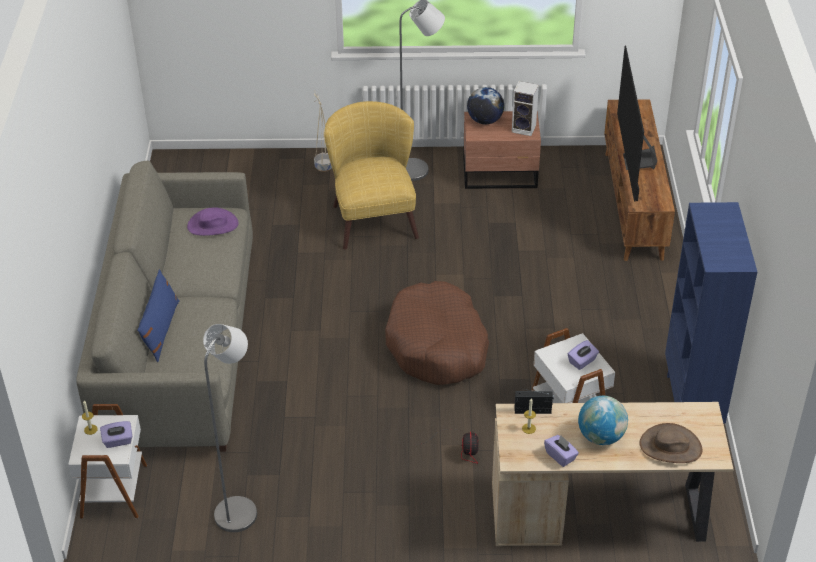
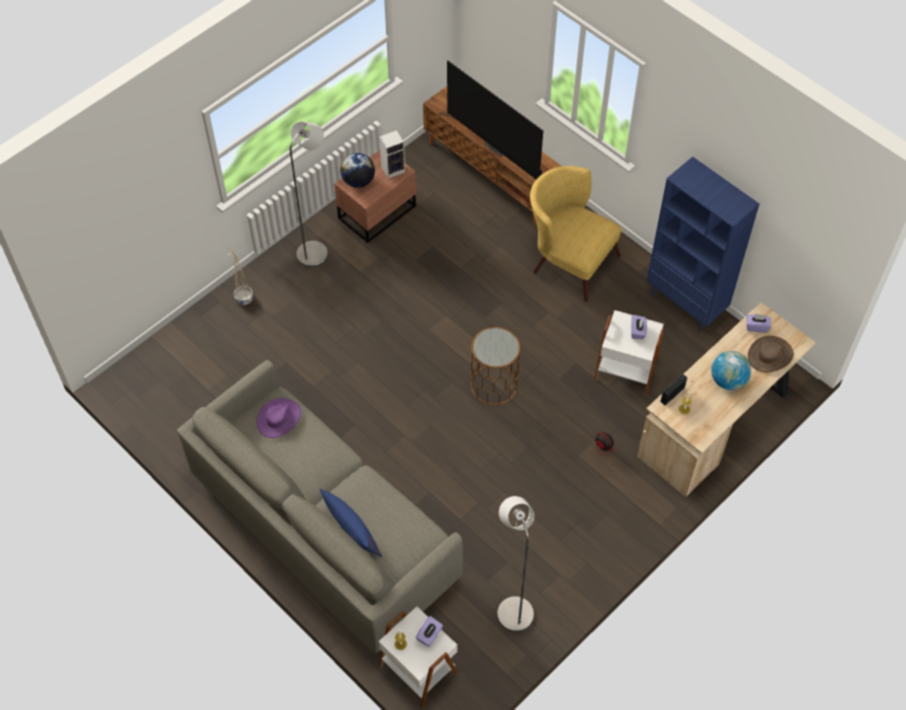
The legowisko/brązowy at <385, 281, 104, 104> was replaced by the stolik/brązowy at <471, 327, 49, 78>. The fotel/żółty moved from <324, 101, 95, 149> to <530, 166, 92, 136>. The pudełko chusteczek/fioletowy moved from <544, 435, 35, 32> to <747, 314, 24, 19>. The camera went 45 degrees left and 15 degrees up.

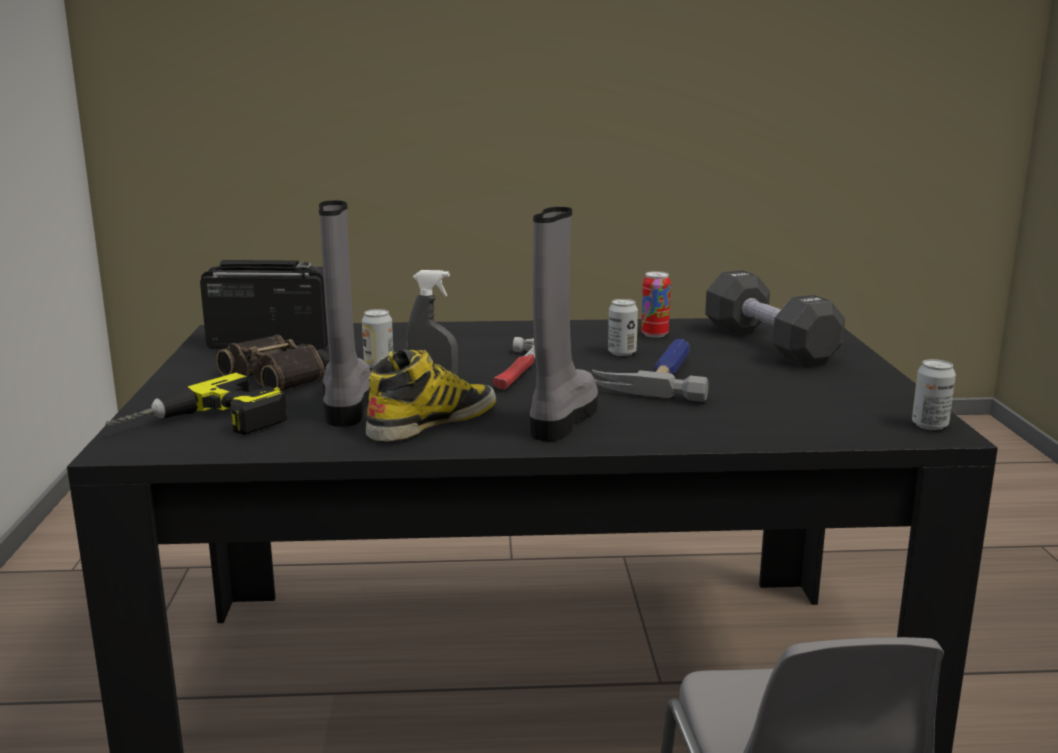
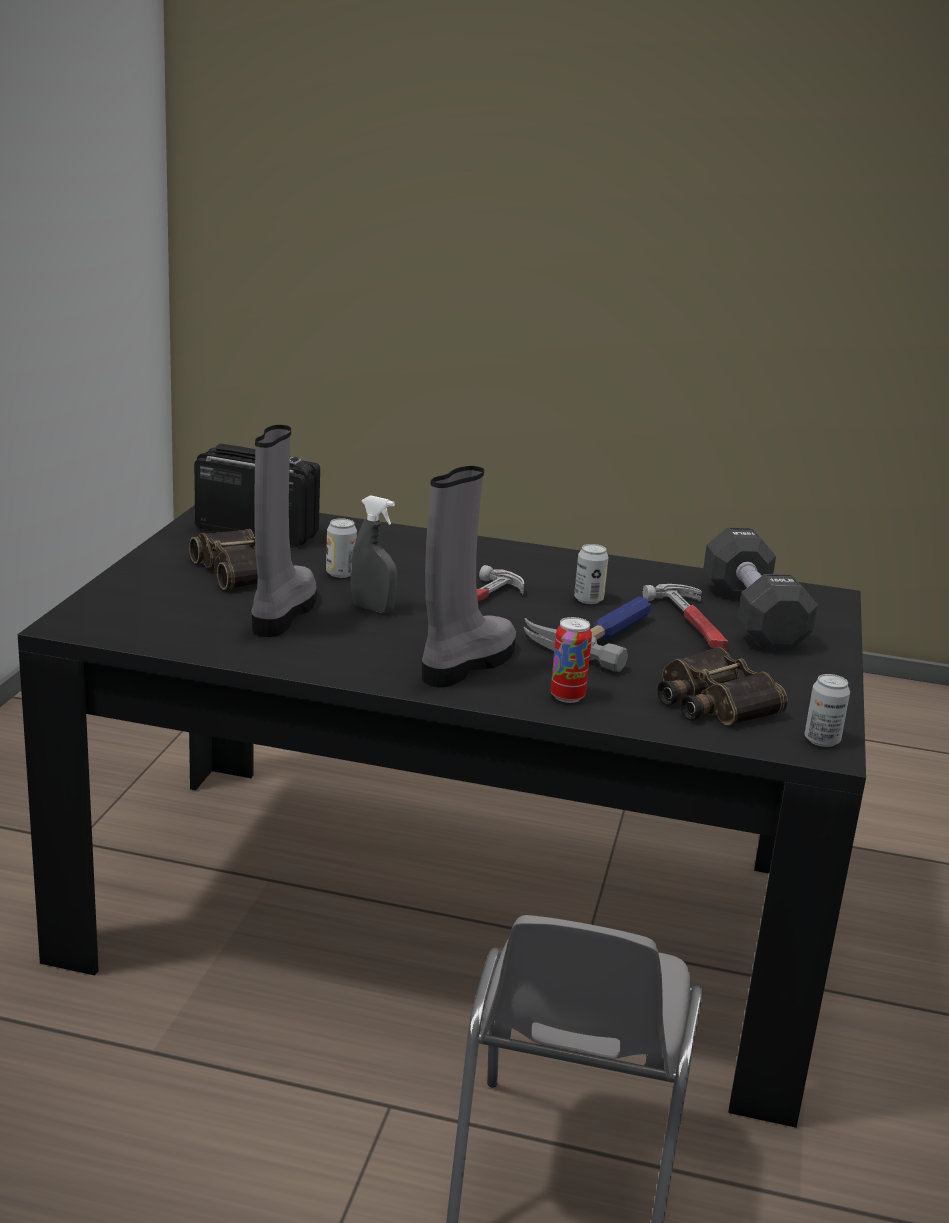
The puszka moved from <641, 271, 30, 67> to <551, 617, 41, 86>. The młotek at <642, 584, 86, 65> appeared. The lornetka at <658, 647, 130, 78> appeared. The wiertarka at <105, 373, 182, 62> disappeared. The but z cholewką at <366, 350, 130, 92> disappeared. The camera went 15 degrees right and 5 degrees up.

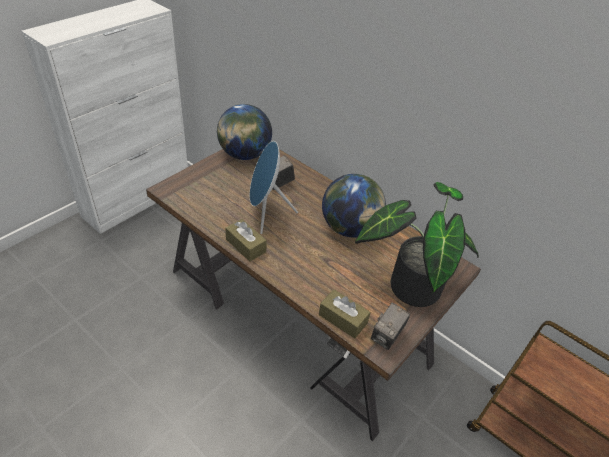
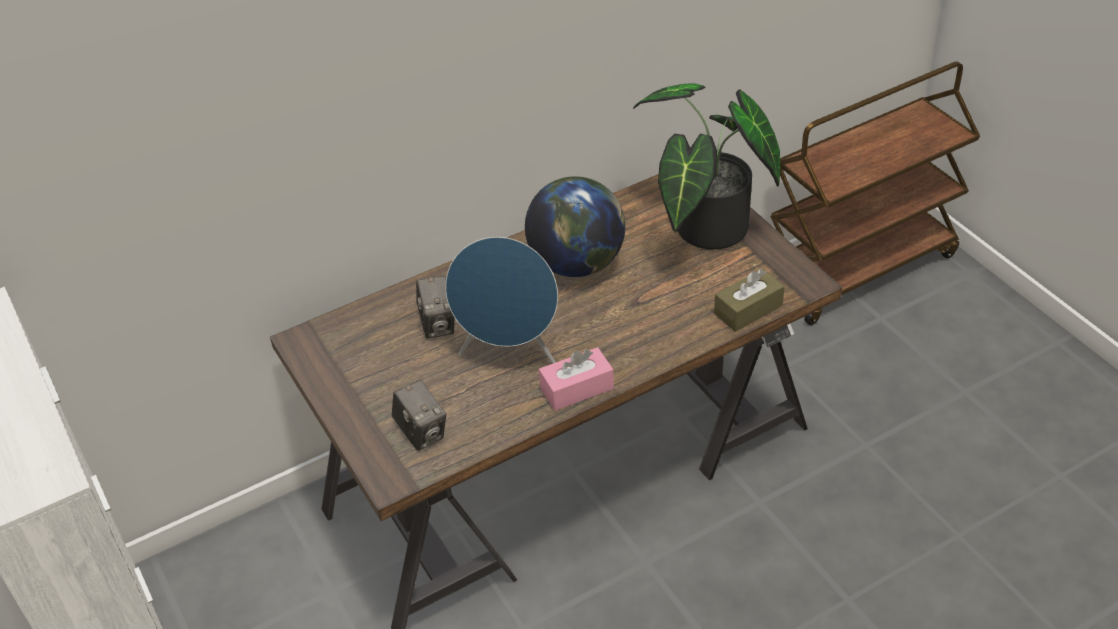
The aparat fotograficzny moved from <371, 302, 39, 48> to <392, 379, 54, 72>. The pudełko chusteczek/brązowy at <225, 219, 42, 43> became the pudełko chusteczek/różowy at <539, 347, 75, 64>. The globus at <217, 104, 55, 56> disappeared. The camera went 65 degrees left and 0 degrees up.

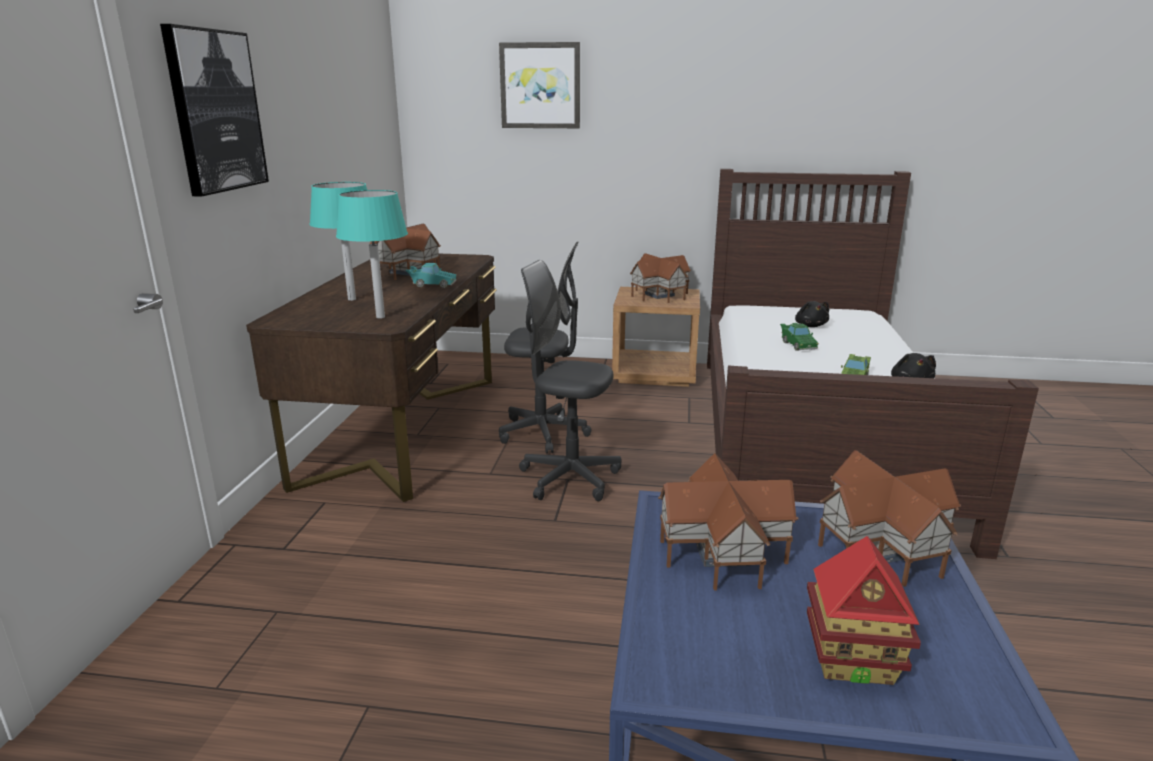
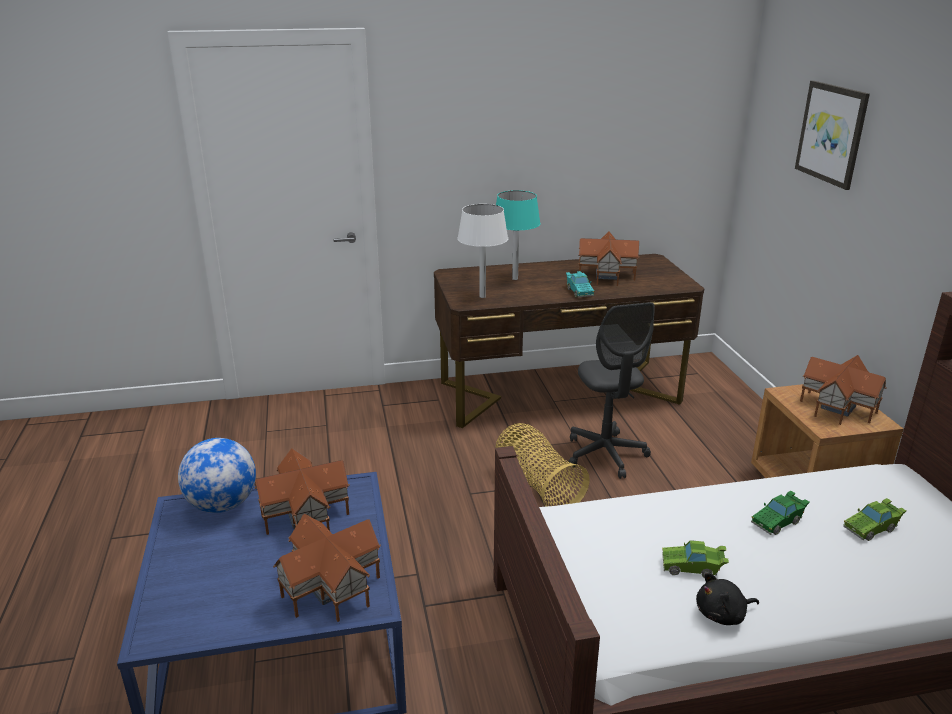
The globus at <178, 438, 78, 75> appeared. The lampa stołowa/turkusowy at <336, 190, 72, 129> became the lampa stołowa/biały at <457, 204, 51, 94>. The krzesło biurowe/szary at <519, 260, 103, 241> was replaced by the koszyk at <495, 423, 95, 84>. The pluszak/czarny at <795, 301, 34, 26> was replaced by the samochodzik/zielony at <843, 498, 63, 43>. The obraz at <160, 24, 109, 173> disappeared. The domek at <807, 536, 114, 149> disappeared. The camera went 70 degrees right and 5 degrees up.

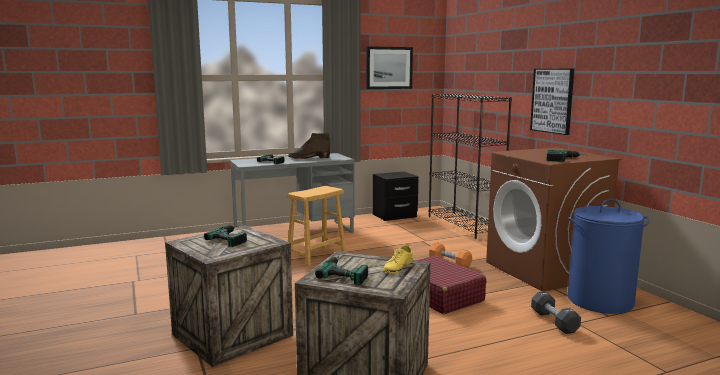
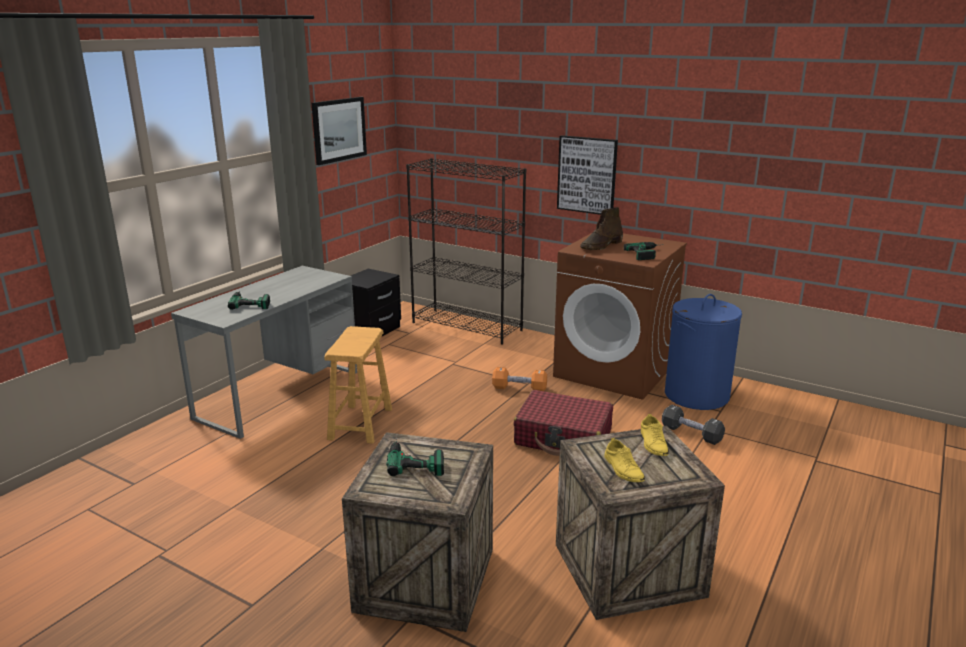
The but z cholewką/brązowy moved from <288, 133, 42, 26> to <580, 207, 43, 43>. The wiertarka at <315, 256, 53, 29> was replaced by the but/żółty at <604, 438, 41, 44>. The camera went 35 degrees left and 10 degrees up.

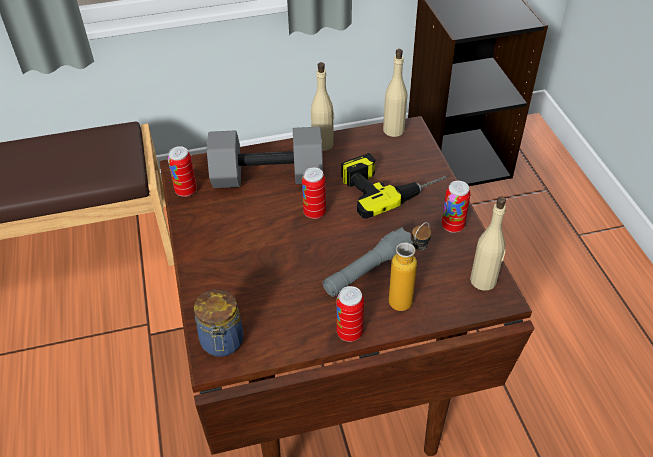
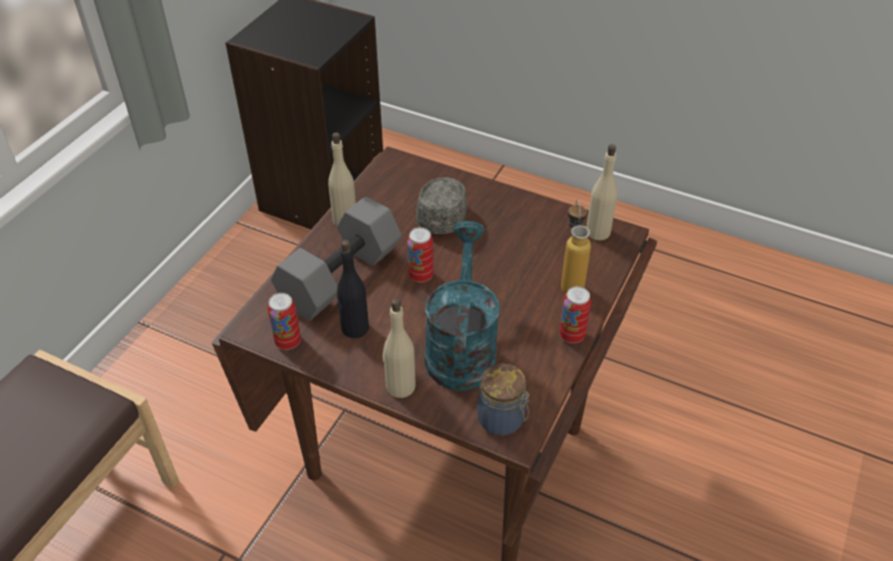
The butelka/czarny at <336, 240, 33, 99> appeared. The butelka/beżowy moved from <383, 49, 24, 88> to <383, 299, 33, 99>. The wiertarka at <342, 153, 105, 66> was replaced by the czapka z daszkiem/szary at <416, 177, 52, 57>. The konewka/turkusowy at <425, 221, 75, 170> appeared. The latarka/szary at <323, 227, 90, 70> disappeared. The puszka at <442, 181, 28, 52> disappeared. The camera went 50 degrees left and 0 degrees up.

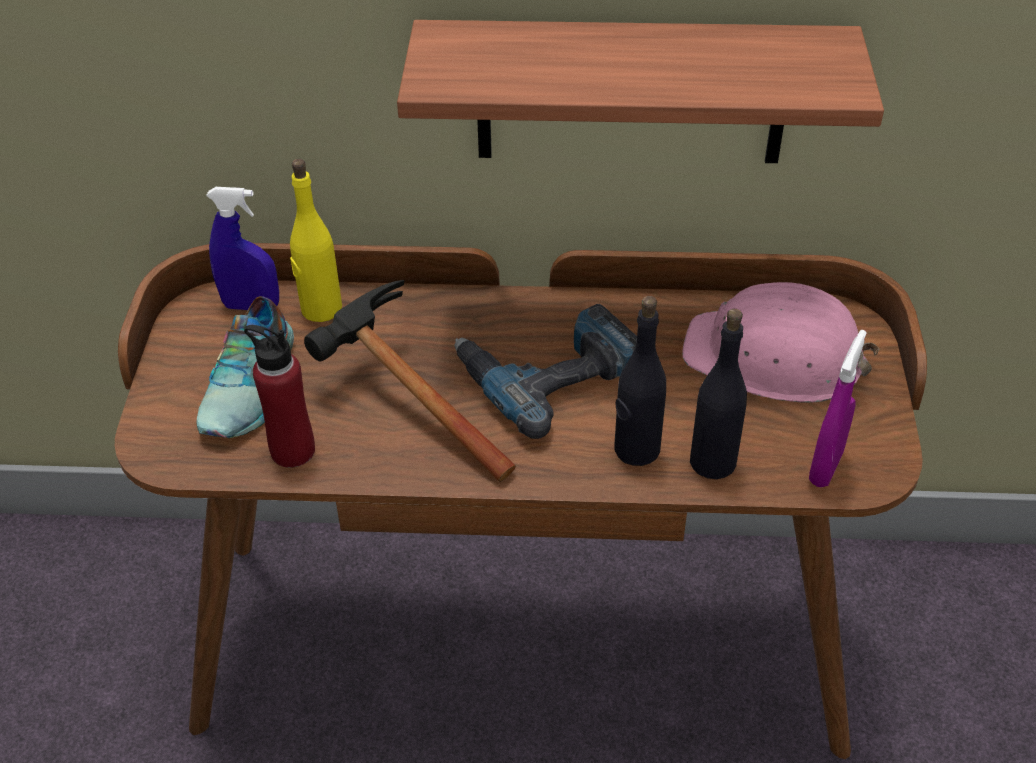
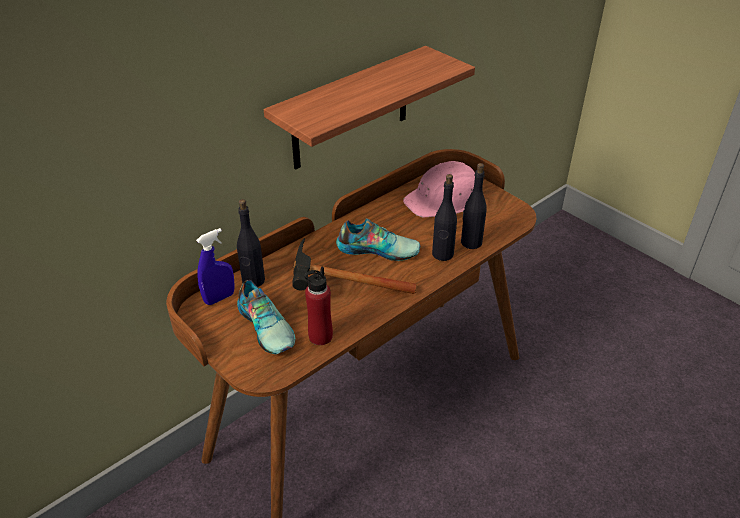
The butelka/żółty at <290, 159, 52, 163> became the butelka/czarny at <237, 199, 28, 88>. The wiertarka at <454, 304, 183, 135> was replaced by the but at <336, 218, 84, 43>. The spryskiwacz/fioletowy at <809, 330, 58, 157> disappeared. The camera went 45 degrees left and 5 degrees down.

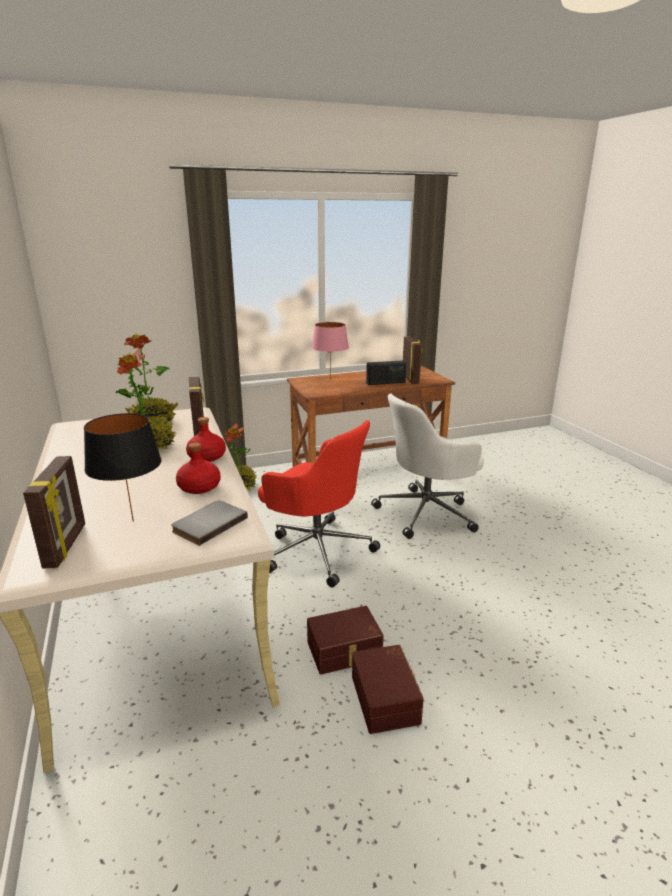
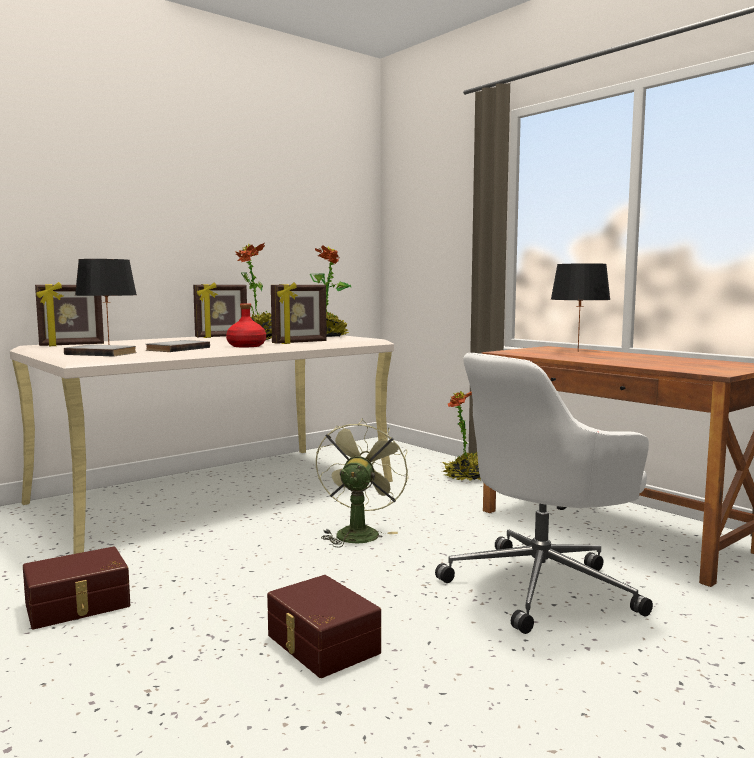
The butelka/czerwony at <176, 443, 45, 51> was replaced by the książka/szary at <146, 340, 64, 12>. The ramka na zdjęcie moved from <403, 336, 20, 48> to <193, 283, 54, 55>. The pojemnik do przechowywania/brązowy moved from <307, 606, 77, 69> to <267, 575, 114, 103>. The krzesło biurowe/czerwony at <258, 420, 122, 167> was replaced by the wentylator/zielony at <316, 419, 93, 129>. The krzesło biurowe/biały at <371, 394, 113, 145> turned 75 degrees counterclockwise. The lampa stołowa/różowy at <312, 322, 37, 58> became the lampa stołowa/czarny at <551, 263, 60, 88>. The radio at <366, 360, 40, 25> disappeared. The camera went 70 degrees right and 15 degrees down.

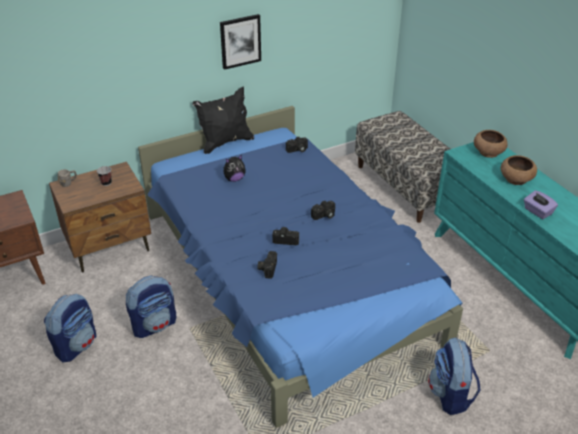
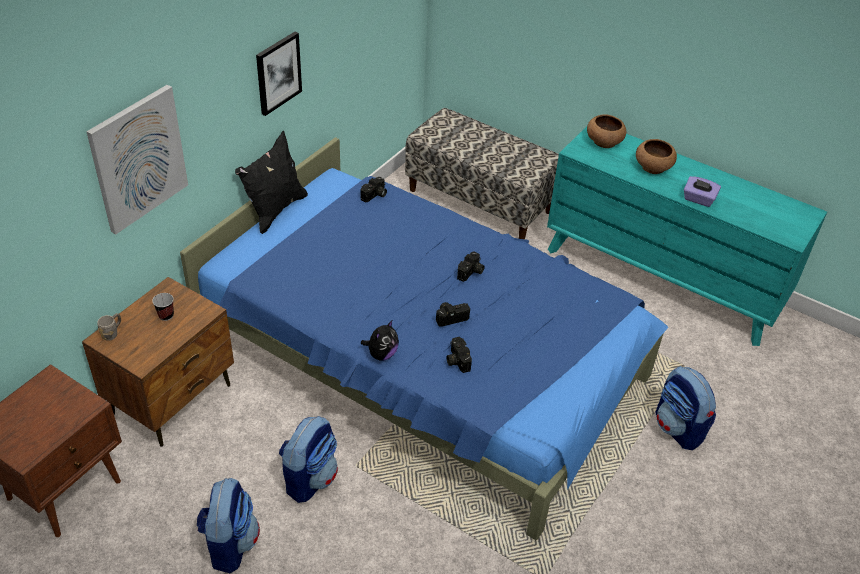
The obraz at <86, 85, 102, 149> appeared. The pluszak moved from <224, 155, 22, 27> to <361, 320, 38, 41>. The camera went 30 degrees left and 5 degrees up.

